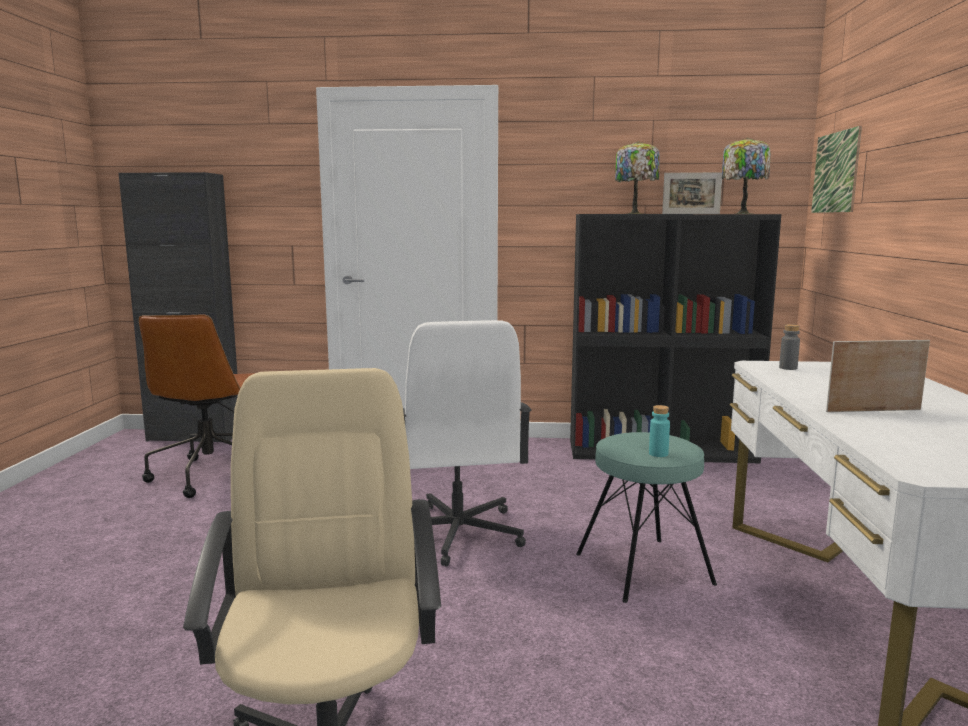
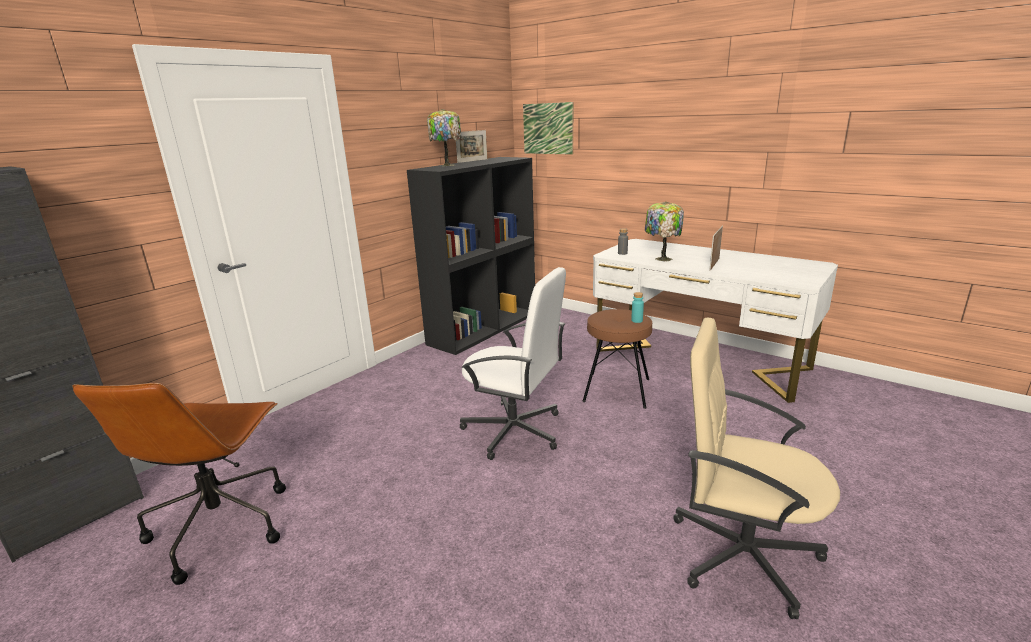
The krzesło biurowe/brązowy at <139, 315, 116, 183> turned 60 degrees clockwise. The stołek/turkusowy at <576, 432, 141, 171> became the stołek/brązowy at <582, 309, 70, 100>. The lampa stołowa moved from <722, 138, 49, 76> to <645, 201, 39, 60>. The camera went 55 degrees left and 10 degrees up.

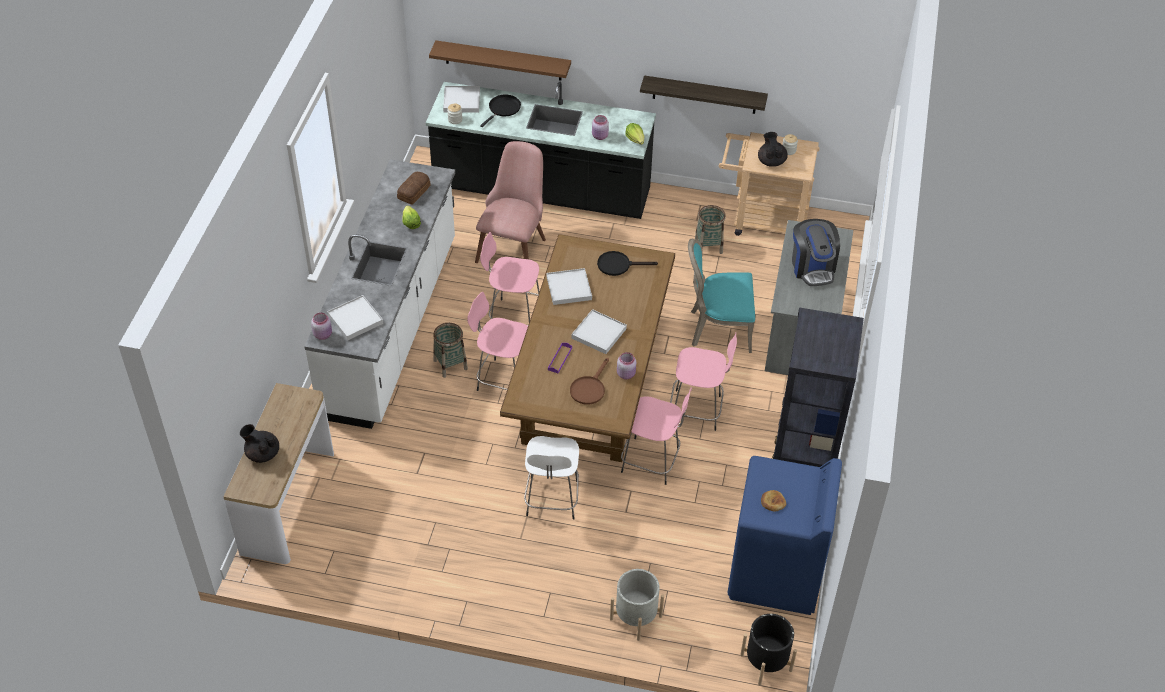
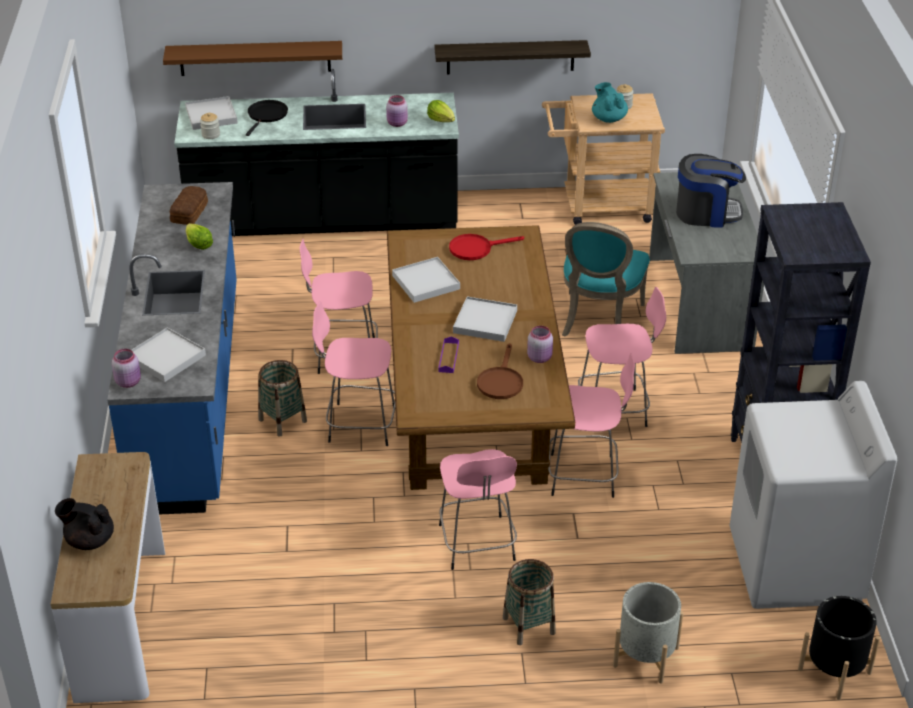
The zabudowa kuchenna/biały at <304, 159, 151, 270> became the zabudowa kuchenna/niebieski at <107, 182, 130, 333>. The stołek/biały at <524, 436, 55, 83> became the stołek/różowy at <439, 449, 78, 121>. The patelnia/czarny at <597, 251, 61, 25> became the patelnia/czerwony at <449, 234, 75, 26>. The koszyk moved from <695, 205, 31, 49> to <503, 559, 53, 86>. The krzesło/turkusowy at <688, 239, 67, 114> turned 60 degrees counterclockwise. The imbryk/czarny at <758, 132, 30, 35> became the imbryk/turkusowy at <592, 82, 36, 41>. The ekspres do kawy at <792, 219, 48, 67> turned 60 degrees counterclockwise. The pralka/niebieski at <727, 456, 115, 159> became the pralka/biały at <730, 381, 167, 228>. The krzesło/różowy at <475, 141, 71, 122> disappeared. The chleb at <761, 490, 25, 21> disappeared. The camera went 15 degrees left and 10 degrees down.

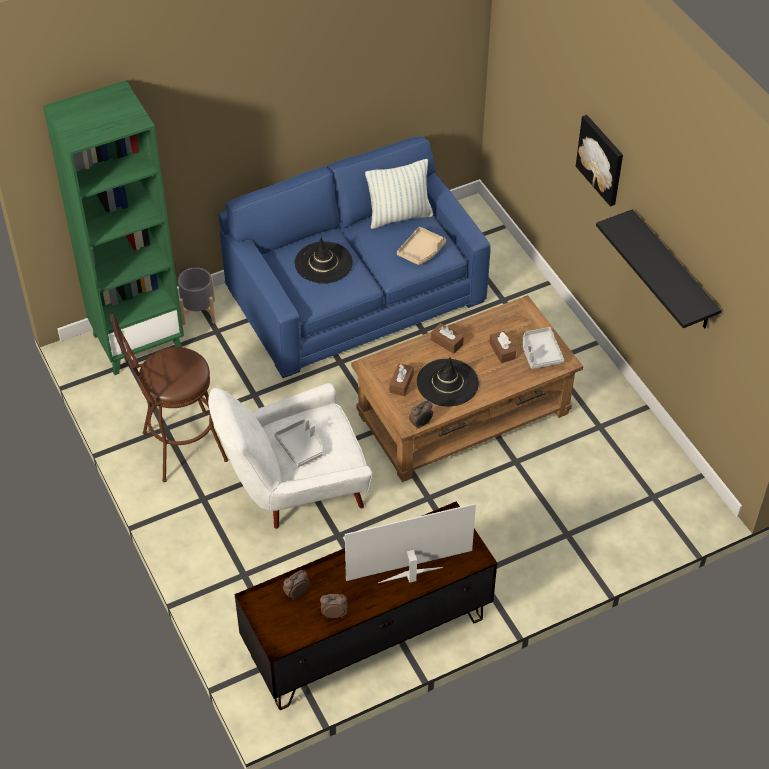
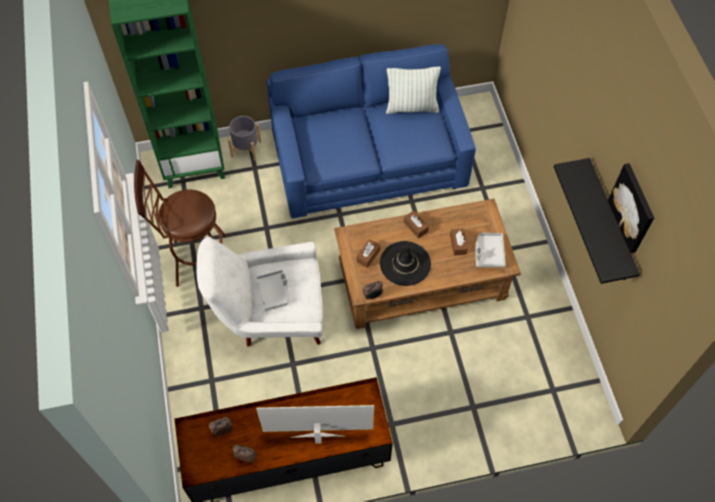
The obraz moved from <576, 115, 47, 92> to <608, 163, 46, 90>. The kapelusz/czarny at <295, 237, 58, 47> disappeared. The taca/beżowy at <397, 227, 49, 38> disappeared. The camera went 15 degrees right and 10 degrees up.

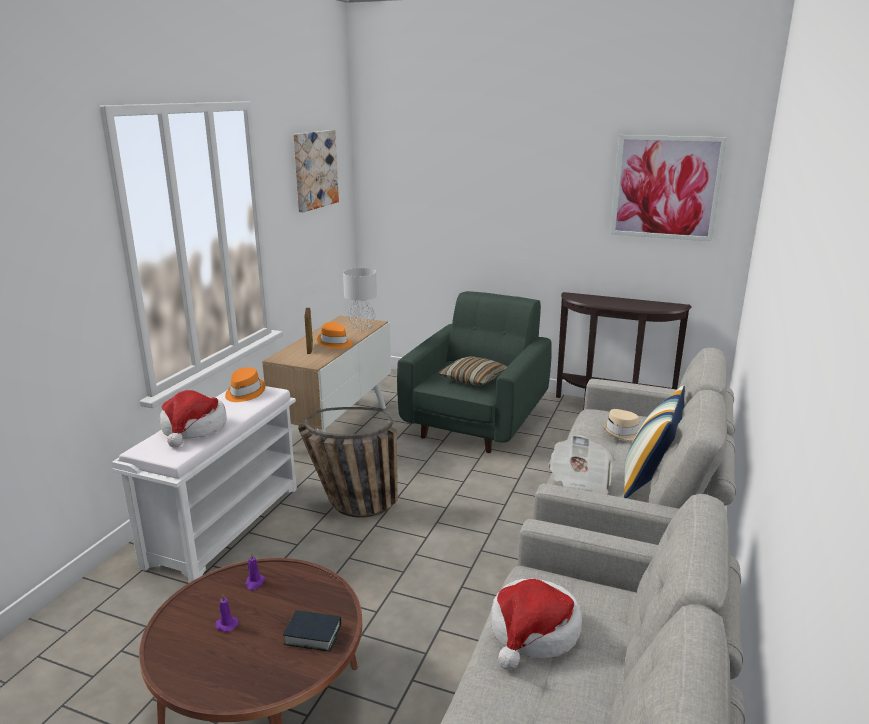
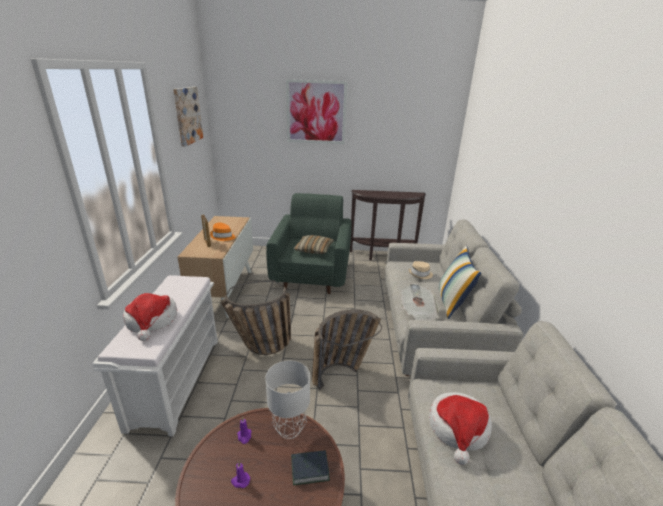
The lampa stołowa/szary moved from <343, 268, 34, 63> to <265, 361, 45, 78>. The obraz moved from <610, 135, 117, 107> to <286, 79, 61, 65>. The koszyk at <312, 309, 70, 81> appeared. The kapelusz/pomarańczowy at <225, 367, 40, 35> disappeared. The camera went 20 degrees left and 5 degrees up.

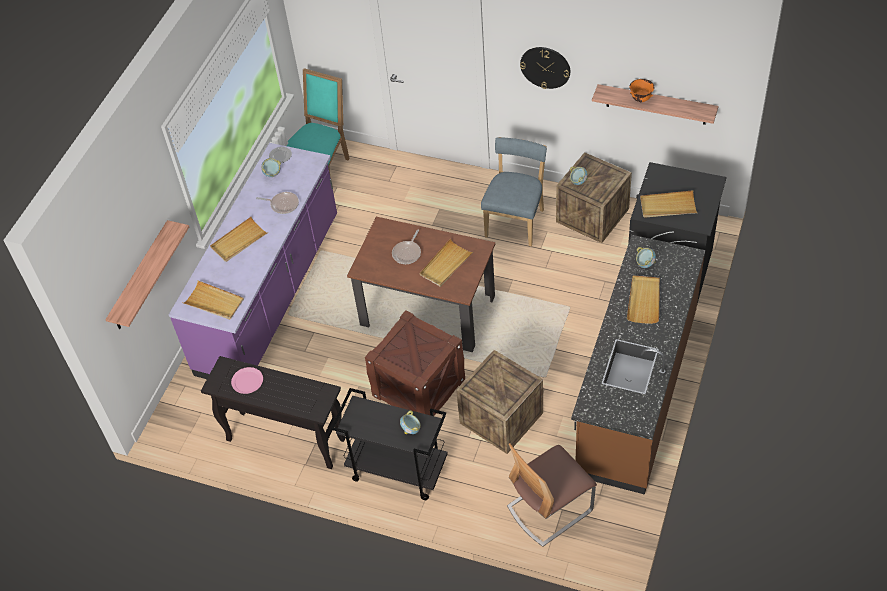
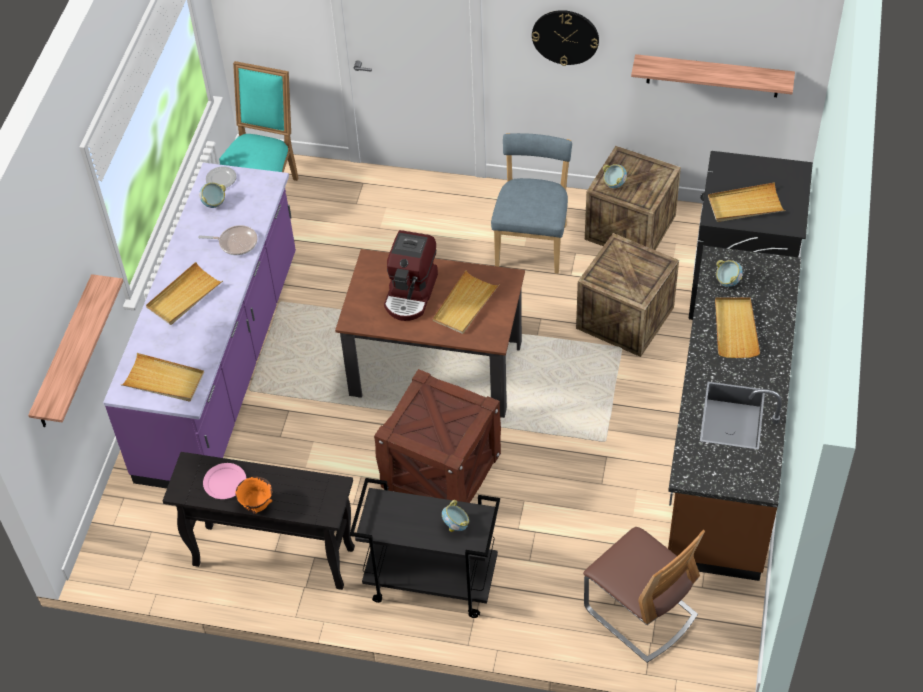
The miska/pomarańczowy moved from <629, 79, 25, 23> to <235, 477, 38, 37>. The patelnia at <392, 230, 29, 34> was replaced by the ekspres do kawy at <384, 230, 54, 91>. The skrzynka moved from <456, 350, 87, 104> to <576, 233, 103, 124>. The krzesło at <507, 443, 90, 104> turned 90 degrees counterclockwise. The camera went 10 degrees left and 0 degrees up.

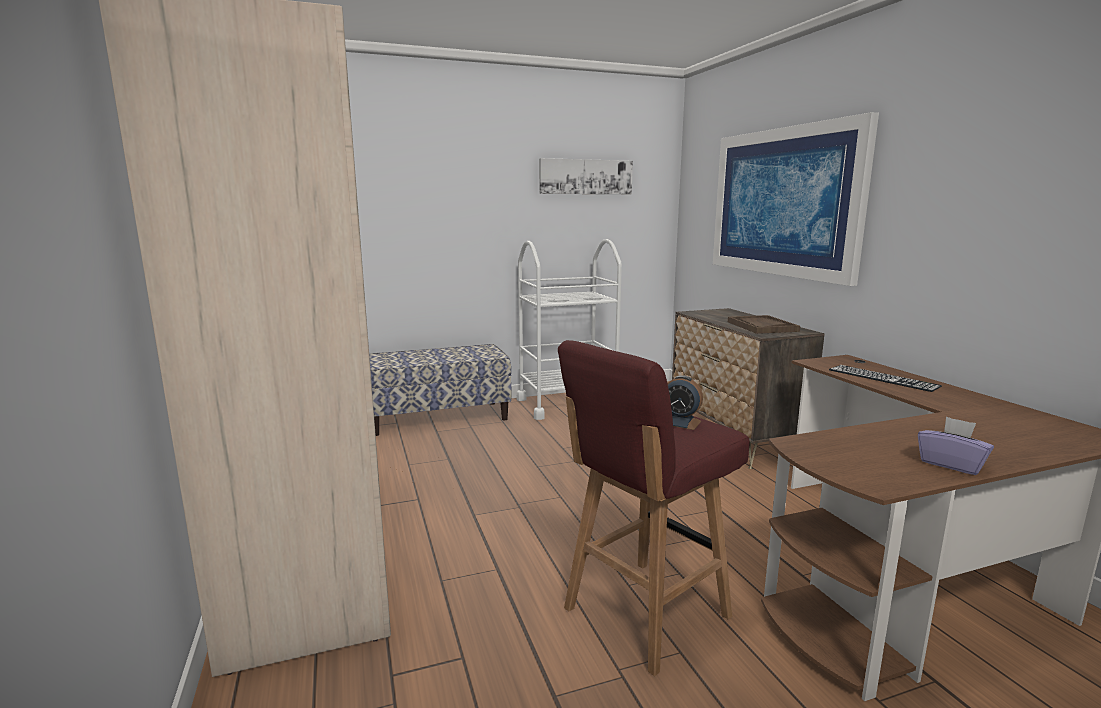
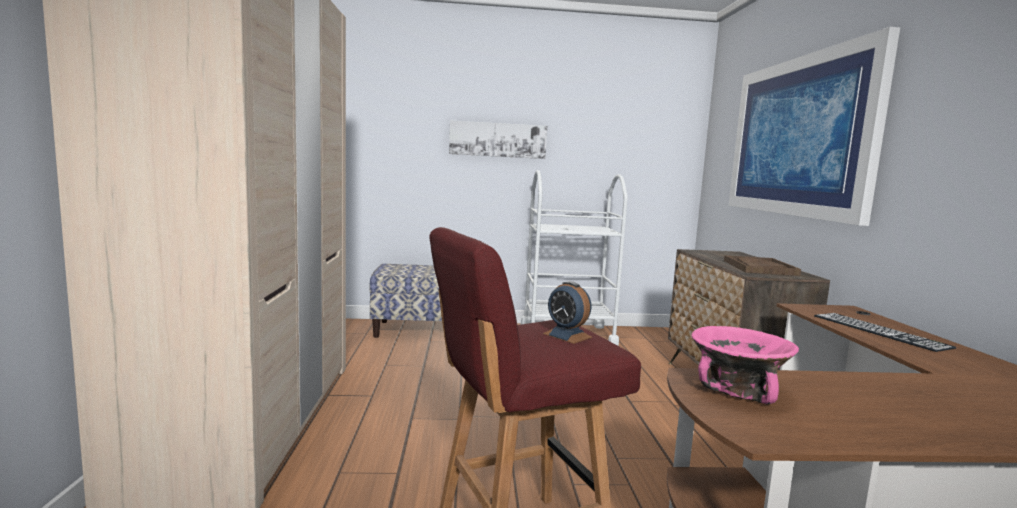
The obraz moved from <539, 158, 94, 36> to <449, 121, 98, 38>. The miska/różowy at <691, 326, 108, 78> appeared. The pudełko chusteczek/fioletowy at <918, 417, 76, 58> disappeared. The camera went 15 degrees right and 5 degrees down.

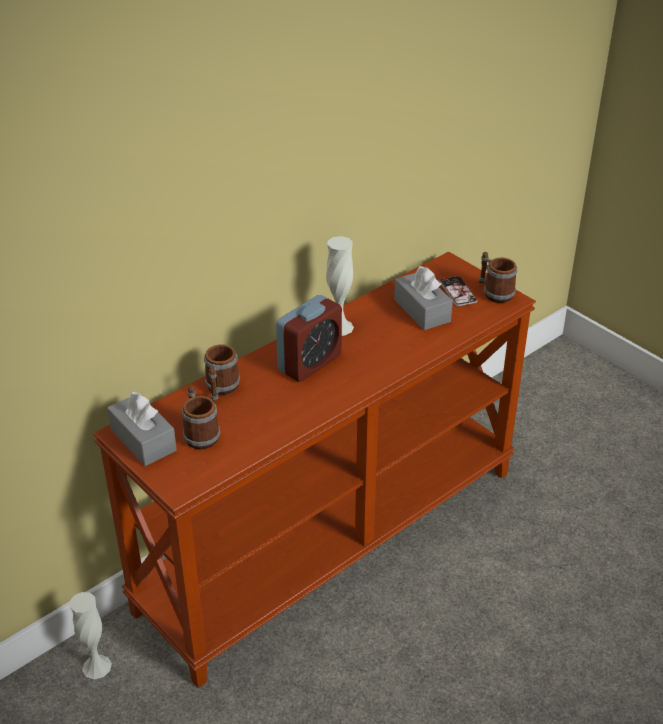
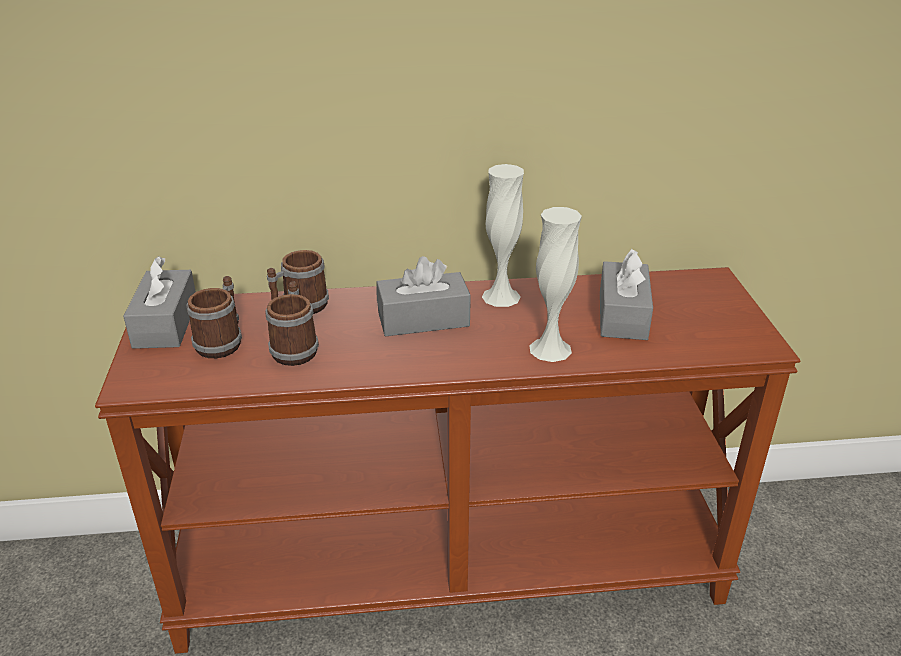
The kubek moved from <479, 252, 38, 51> to <266, 281, 53, 85>. The budzik at <276, 295, 66, 87> was replaced by the pudełko chusteczek/szary at <376, 256, 95, 80>. The wazon/biały moved from <69, 592, 43, 87> to <530, 207, 52, 155>. The telefon at <440, 276, 37, 30> disappeared. The camera went 35 degrees right and 5 degrees down.

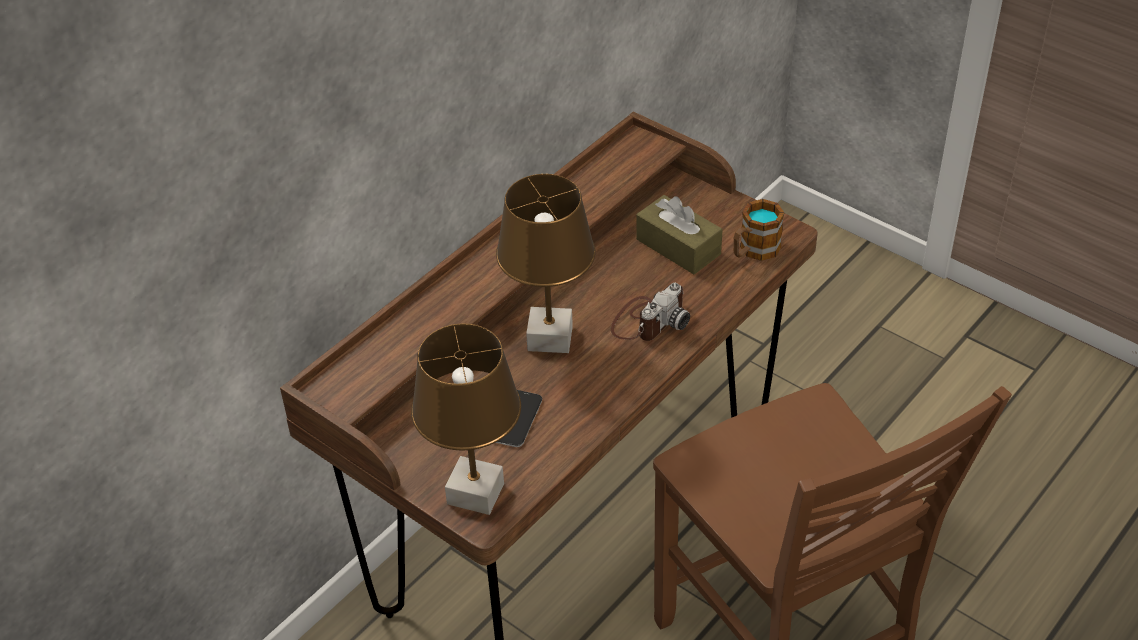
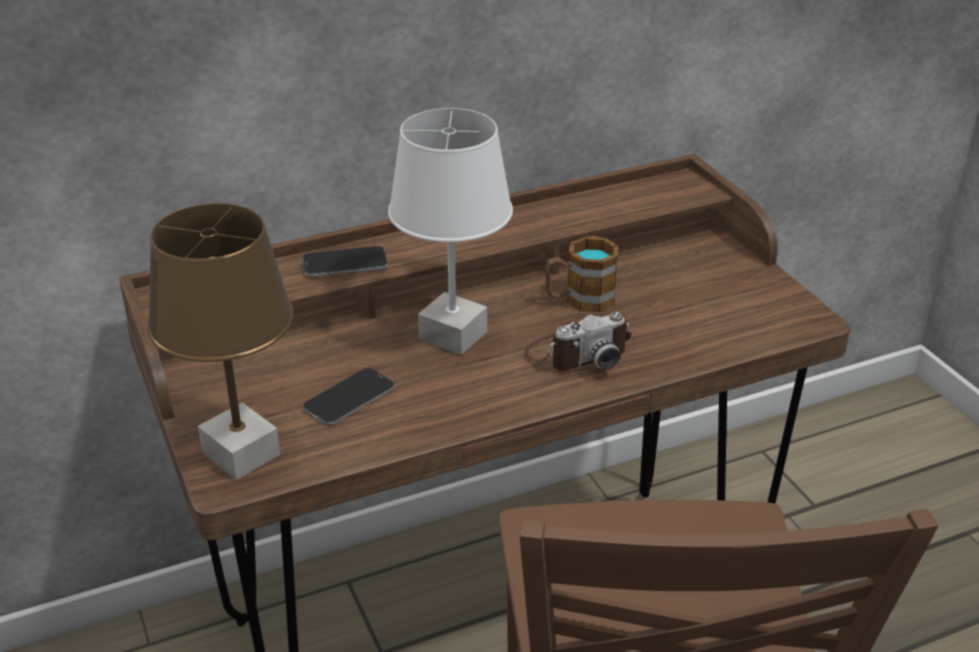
The telefon at <303, 246, 85, 31> appeared. The lampa stołowa/brązowy at <496, 174, 100, 179> became the lampa stołowa/biały at <388, 108, 125, 247>. The kubek moved from <734, 199, 50, 62> to <545, 236, 74, 76>. The pudełko chusteczek/brązowy at <636, 195, 87, 79> disappeared. The camera went 25 degrees right and 10 degrees down.

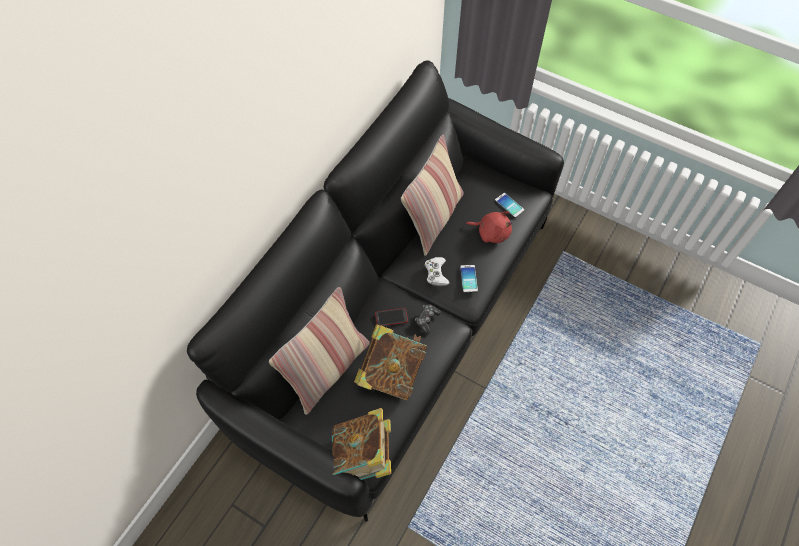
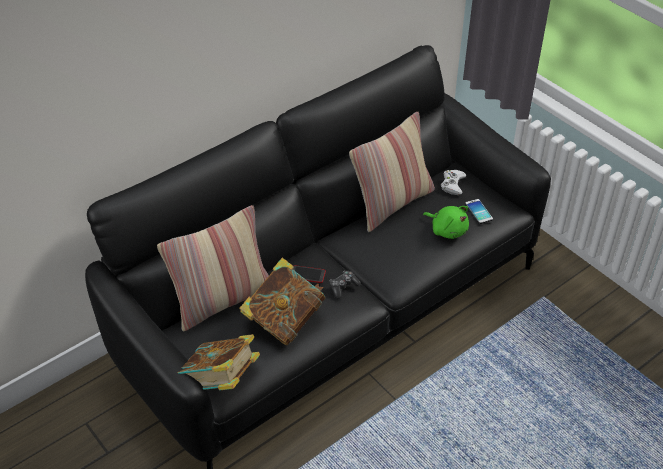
The pluszak/czerwony at <466, 211, 46, 32> became the pluszak/zielony at <423, 206, 46, 33>. The pad do gier/biały moved from <425, 257, 24, 29> to <441, 170, 25, 25>. The telefon at <460, 265, 18, 28> disappeared. The camera went 20 degrees right and 15 degrees down.

